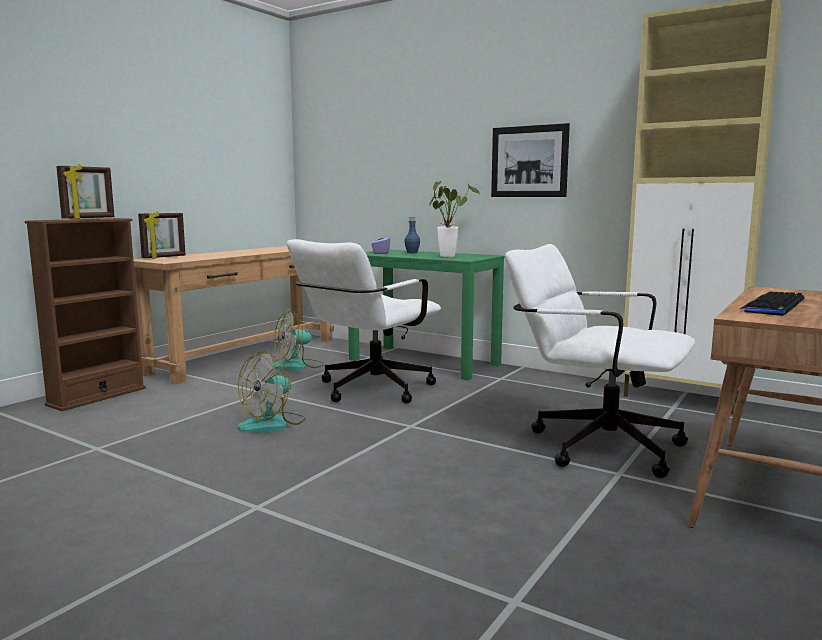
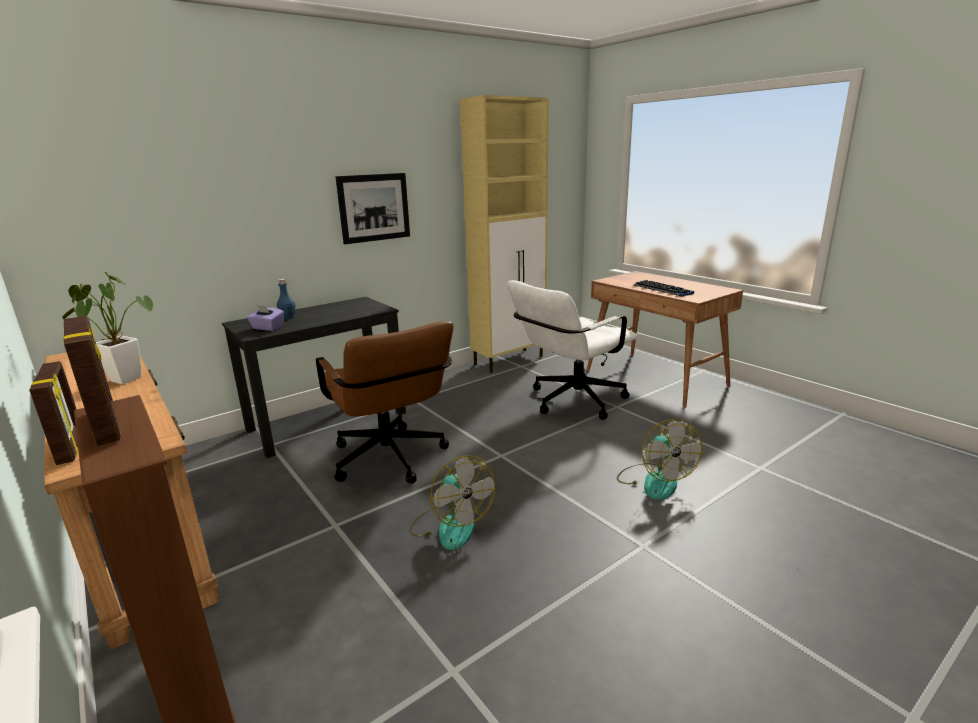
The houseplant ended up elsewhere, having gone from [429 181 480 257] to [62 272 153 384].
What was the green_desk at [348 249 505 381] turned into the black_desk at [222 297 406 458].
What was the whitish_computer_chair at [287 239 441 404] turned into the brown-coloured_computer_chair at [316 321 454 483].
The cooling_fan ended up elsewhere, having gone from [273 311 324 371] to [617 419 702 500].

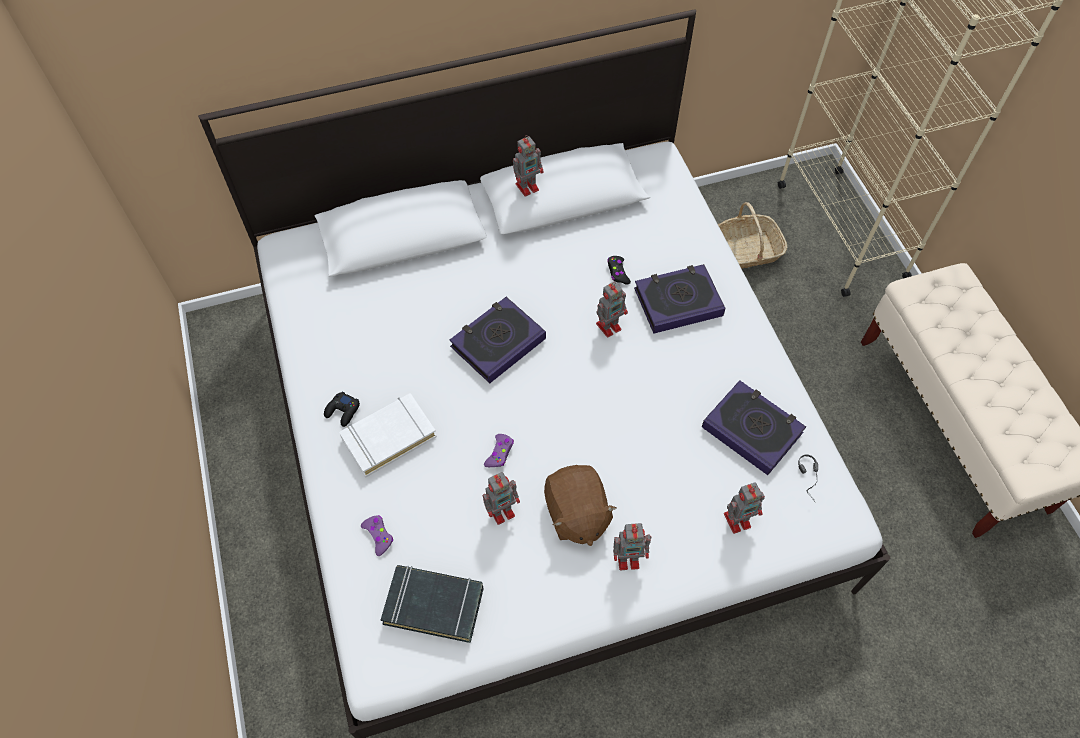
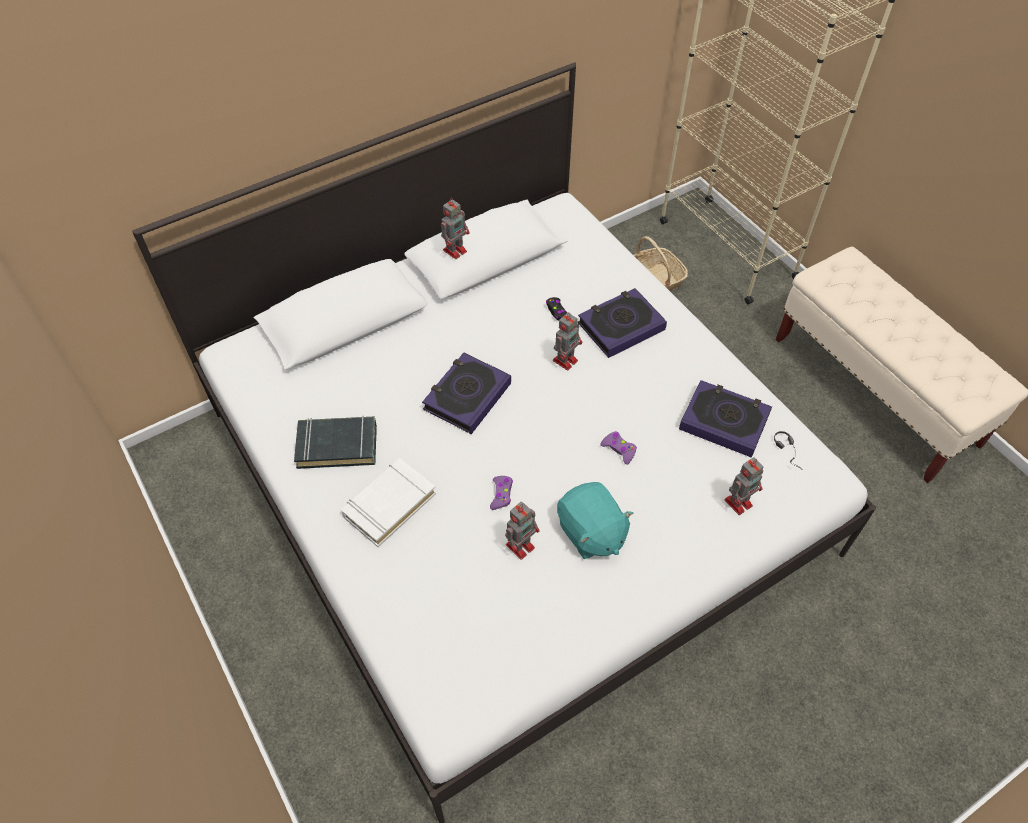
The black_volume ended up elsewhere, having gone from [381 565 483 643] to [294 416 377 469].
What was the brown-coloured_soft_toy at [544 465 617 546] turned into the turquoise_soft_toy at [557 482 634 559].
The purple-coloured_gamepad ended up elsewhere, having gone from [361 515 393 556] to [601 431 637 465].
The second view lost the black_gamepad at [324 392 360 427].
The second view lost the robot_figure at [613 523 652 570].

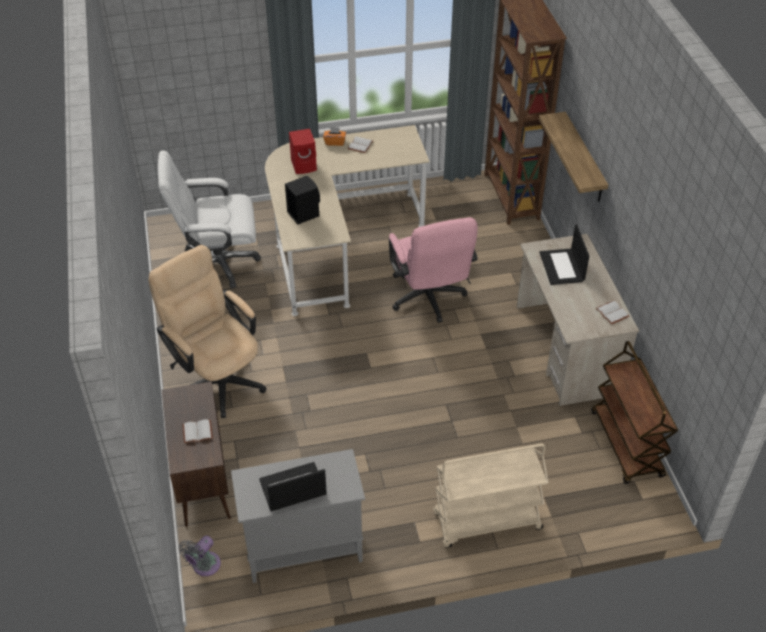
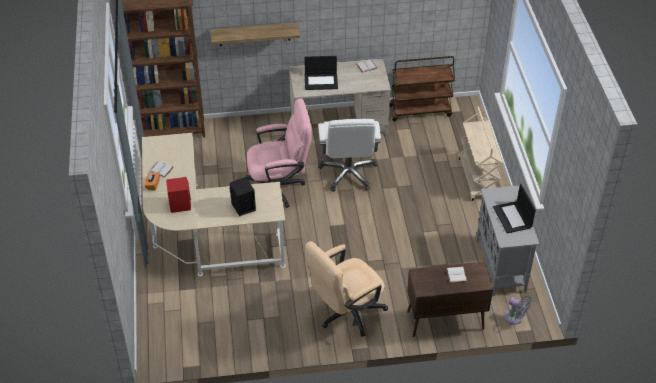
The whitish_computer_chair ended up elsewhere, having gone from [158 151 261 288] to [318 119 381 192].

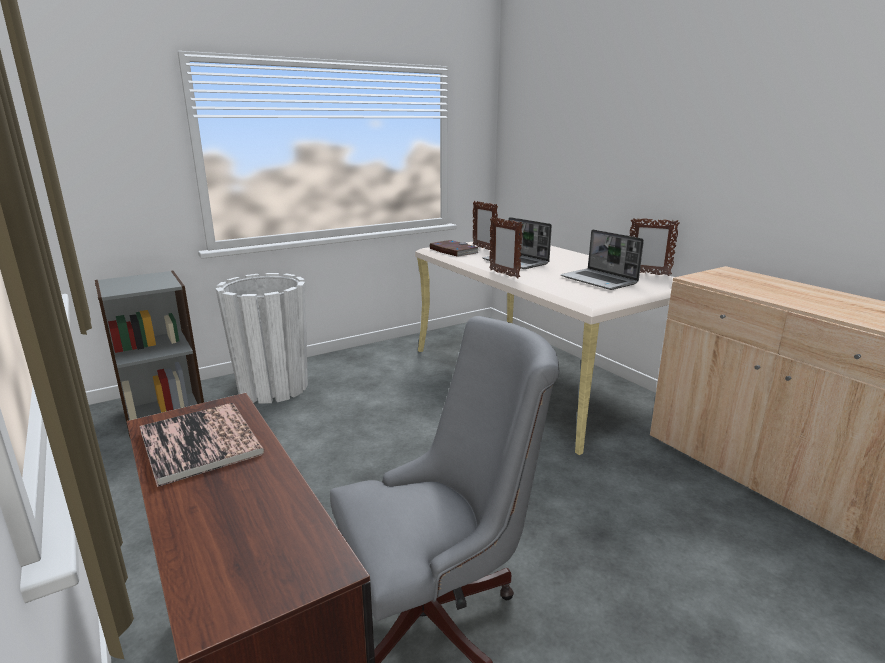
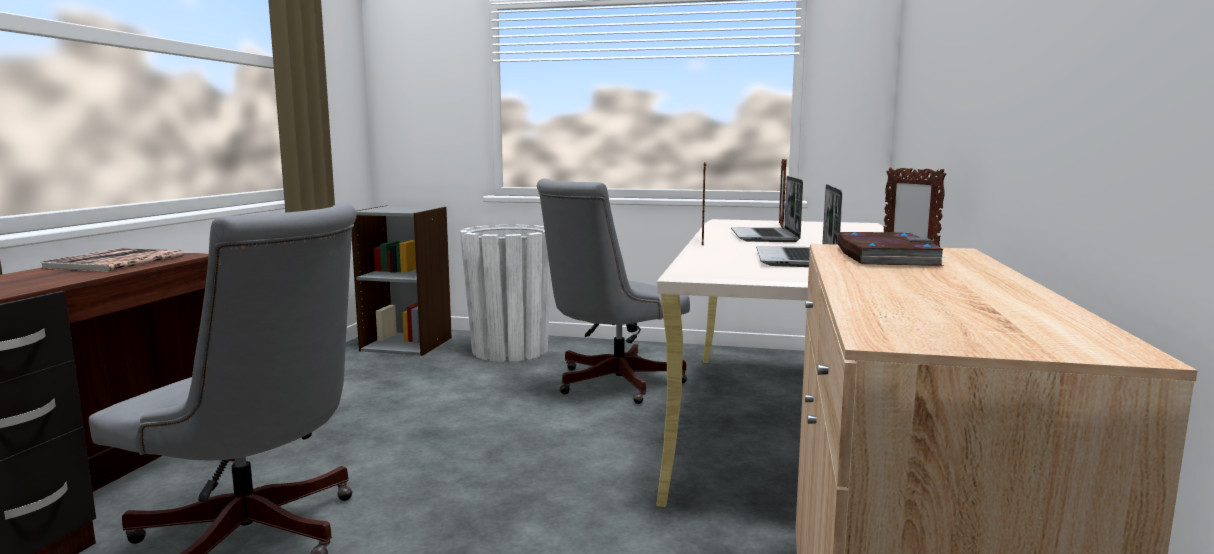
The second view gained the greyish_computer_chair at [537 179 690 404].
The volume ended up elsewhere, having gone from [430 240 478 257] to [837 232 947 266].

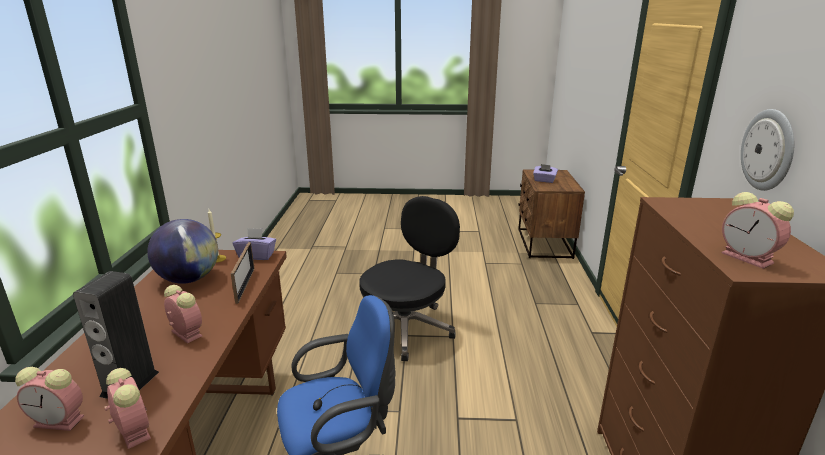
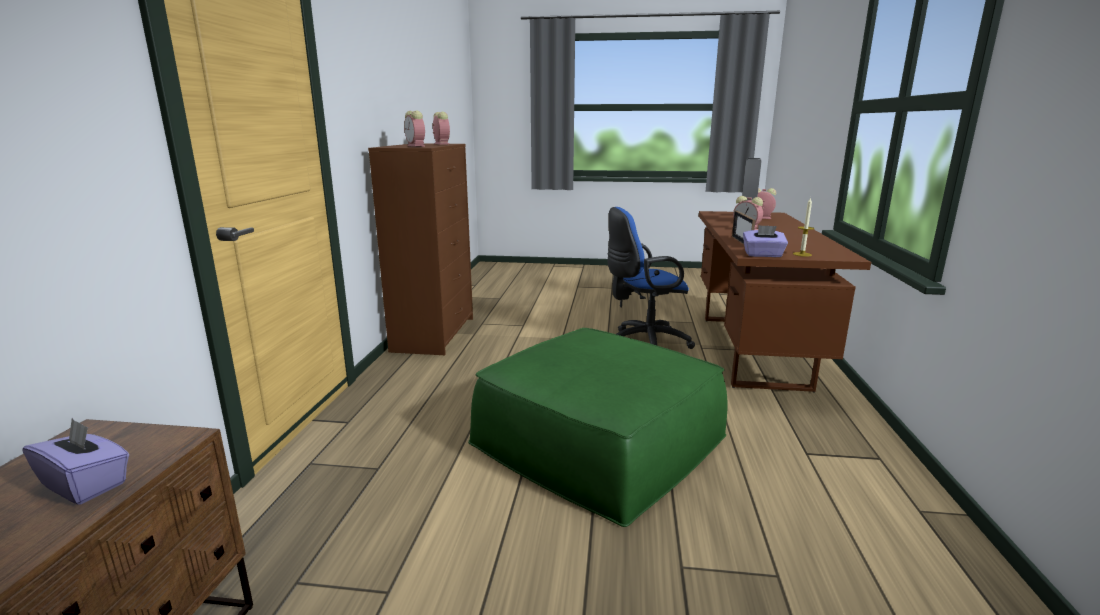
The bedside_clock ended up elsewhere, having gone from [104 368 151 449] to [404 110 425 147].
Where the black_computer_chair stood at [359 196 460 361], the green_ottoman came to stand at [468 328 728 527].
The second view lost the world_globe at [147 219 218 284].
The second view lost the wall_clock at [741 109 794 191].

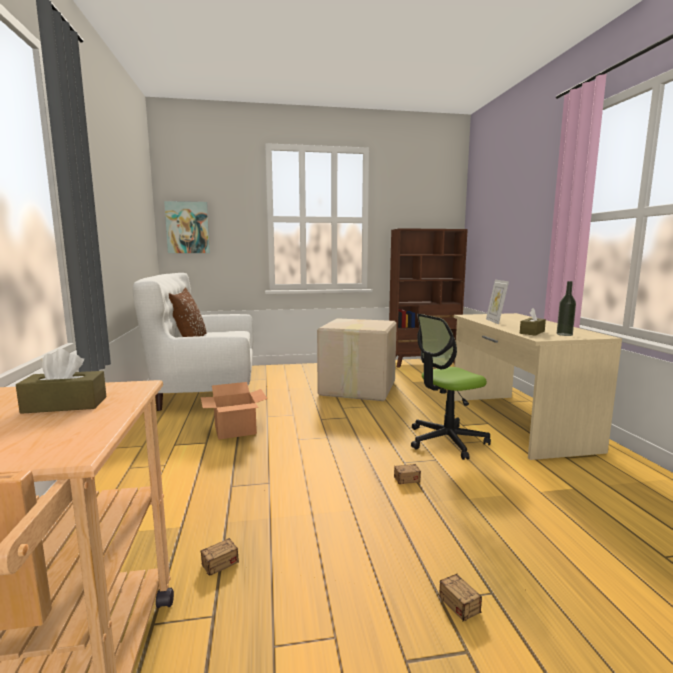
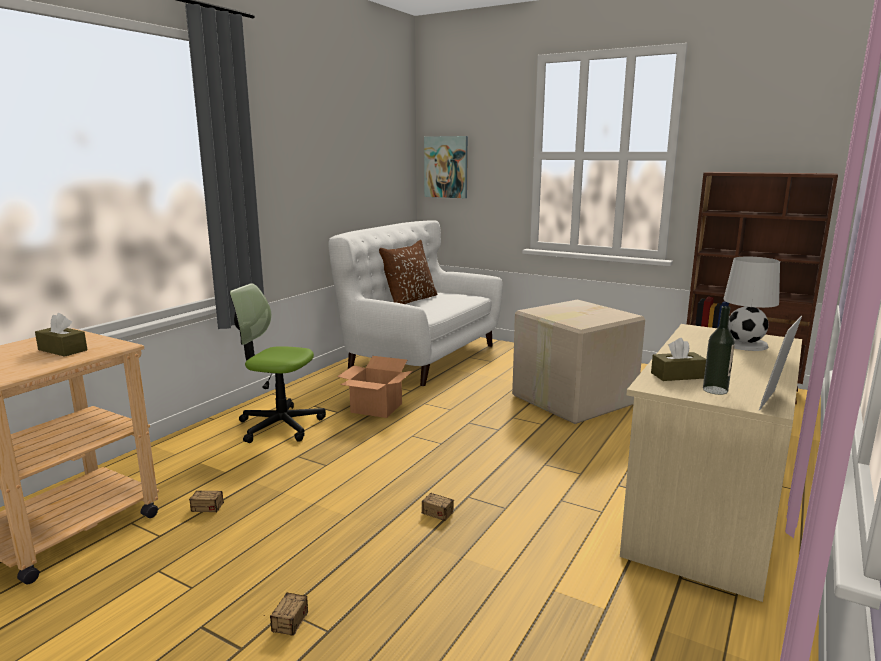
The computer_chair ended up elsewhere, having gone from [411 314 491 460] to [229 283 326 443].
The second view gained the whitish_table_lamp at [723 257 780 351].
The standing_frame ended up elsewhere, having gone from [486 279 509 324] to [759 316 802 411].

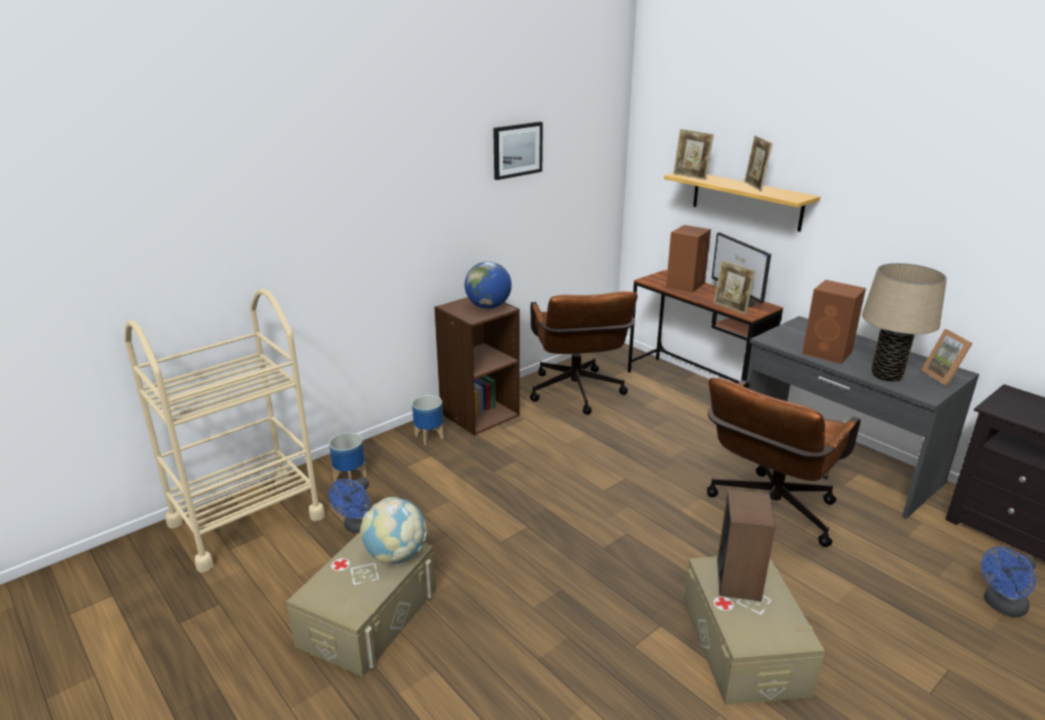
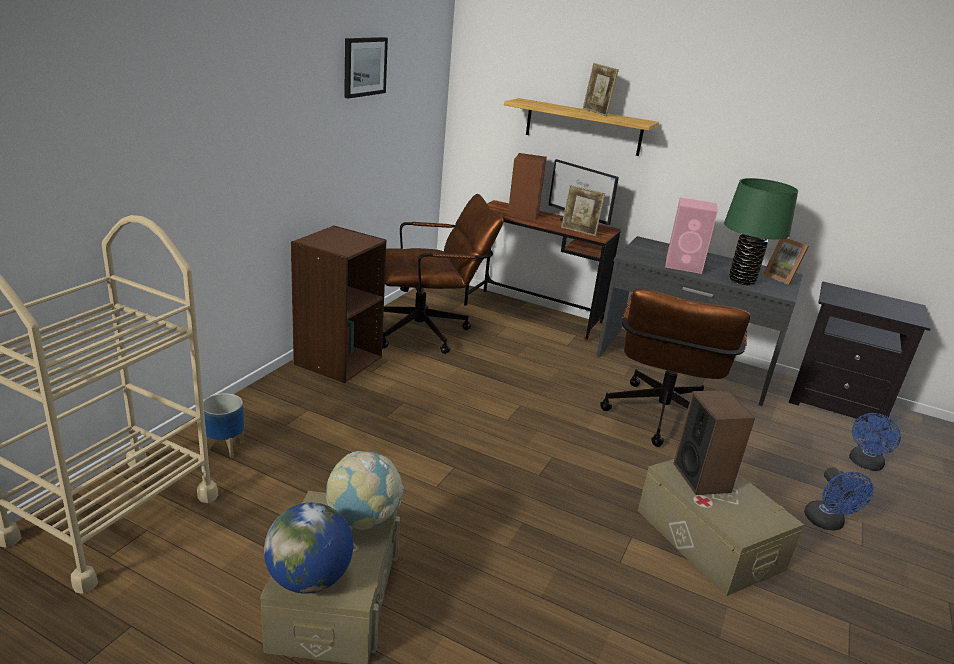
The world_globe ended up elsewhere, having gone from [465 261 512 309] to [264 503 353 594].
The brown-coloured_computer_chair at [530 291 637 415] ended up facing another way, 75 degrees counterclockwise from before.
What was the brown-coloured_loudspeaker at [802 280 866 364] turned into the pinkish_loudspeaker at [665 197 718 274].
What was the sand-coloured_table_lamp at [862 263 947 382] turned into the green_table_lamp at [724 178 798 285].
The blue_cooling_fan ended up elsewhere, having gone from [328 477 370 533] to [804 467 874 530].
The second view lost the planter at [412 395 444 445].
The second view lost the standing_frame at [673 129 714 180].

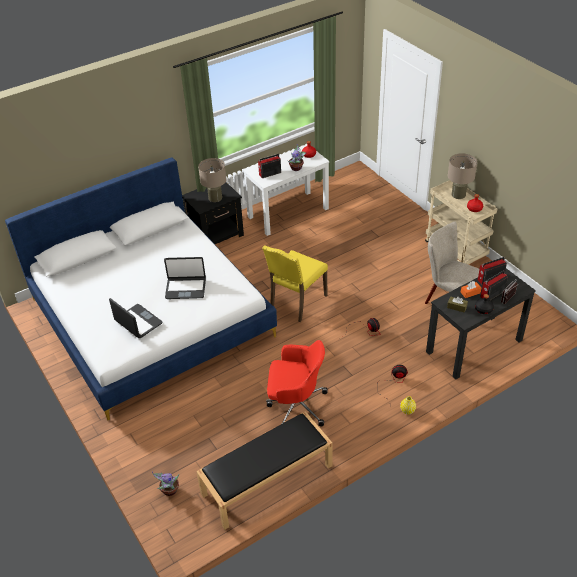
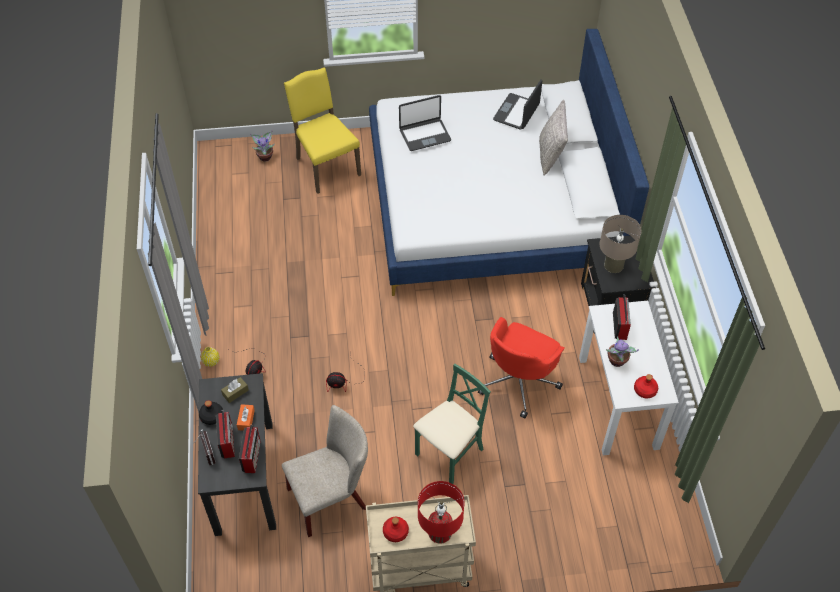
The yellow-coloured_chair ended up elsewhere, having gone from [262 245 328 322] to [284 67 361 194].
The second view gained the green_chair at [413 364 491 484].
What was the sand-coloured_table_lamp at [448 153 477 199] turned into the reddish_table_lamp at [418 481 465 544].
The reddish_computer_chair ended up elsewhere, having gone from [266 340 328 427] to [478 317 565 419].
The portable_computer ended up elsewhere, having gone from [164 257 206 299] to [493 79 542 130].
The second view gained the greyish_throw_pillow at [539 100 568 176].
The second view lost the black_bench at [196 411 333 530].

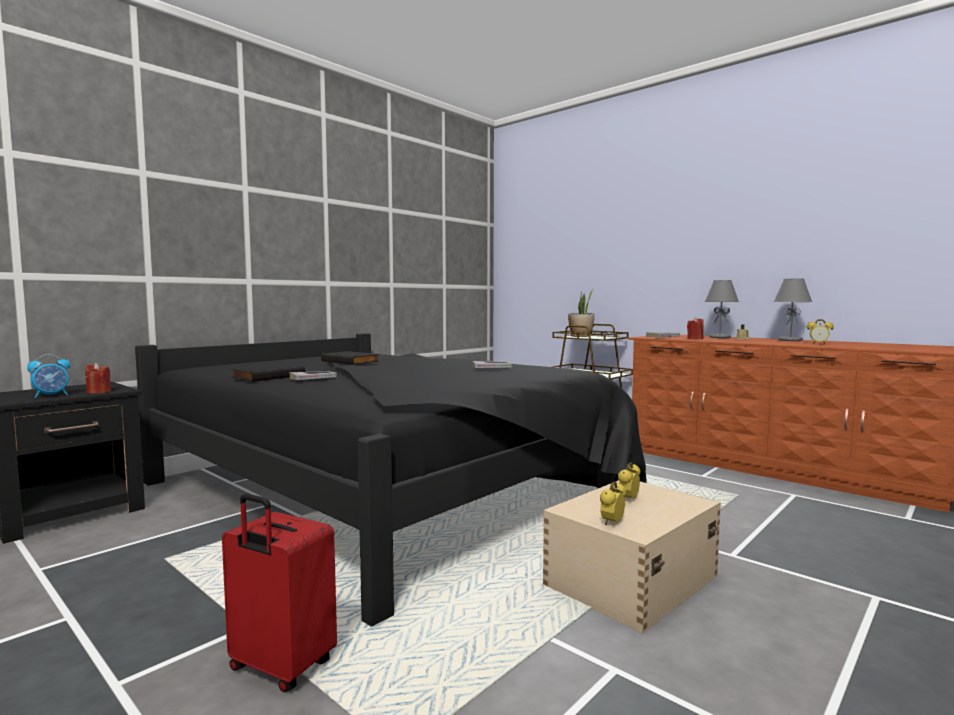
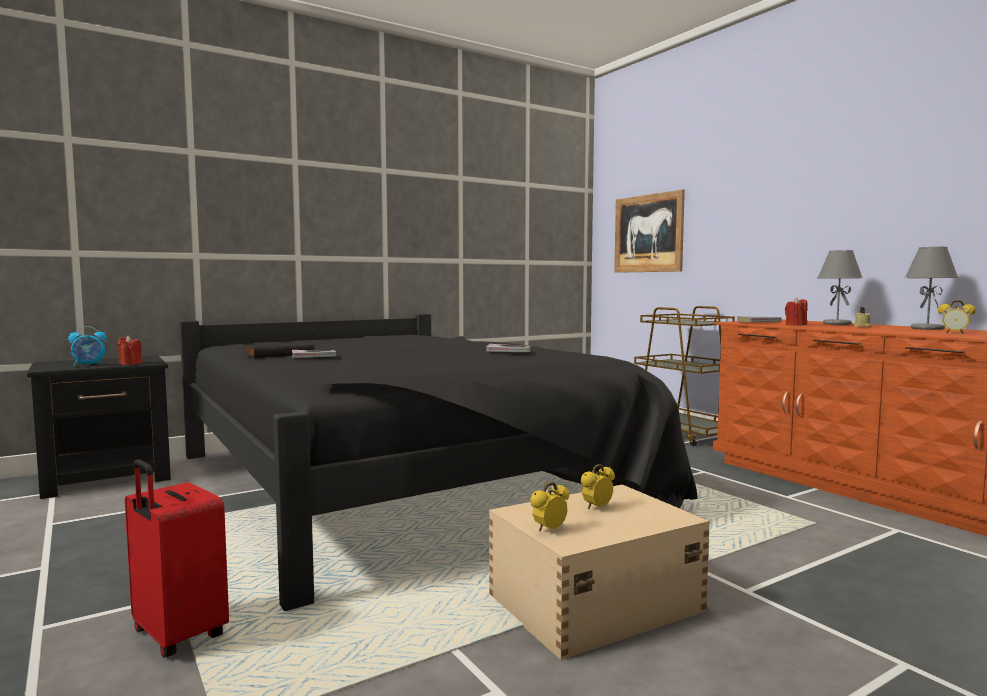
The second view gained the wall_picture at [614 189 685 273].
The second view lost the black_volume at [321 351 379 365].
The second view lost the houseplant at [568 289 594 337].

